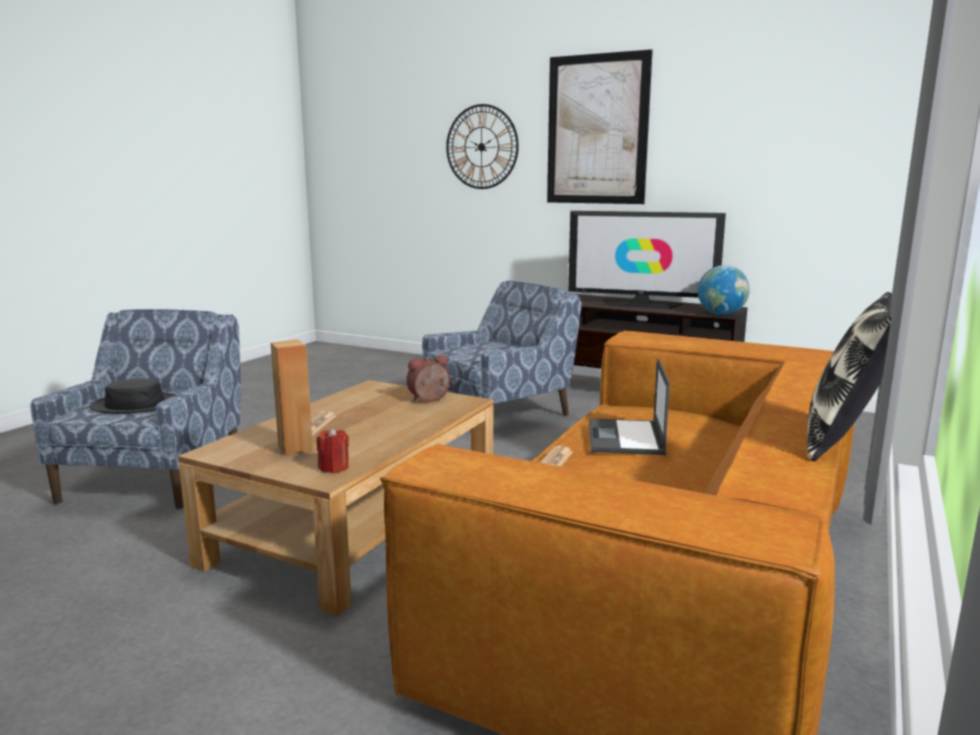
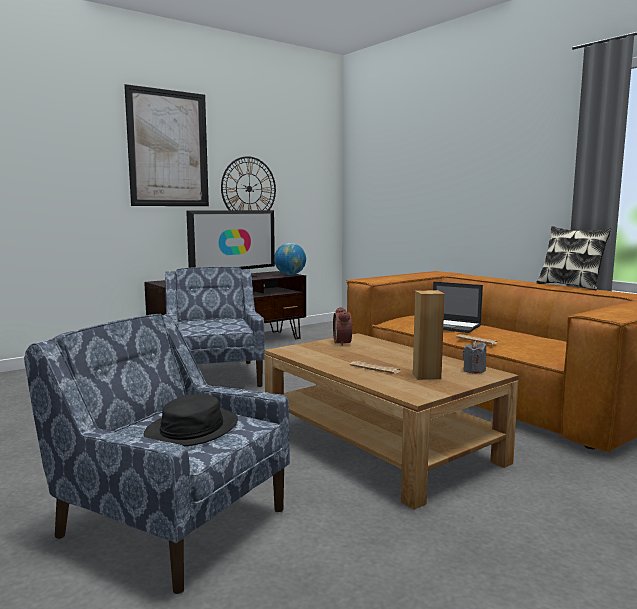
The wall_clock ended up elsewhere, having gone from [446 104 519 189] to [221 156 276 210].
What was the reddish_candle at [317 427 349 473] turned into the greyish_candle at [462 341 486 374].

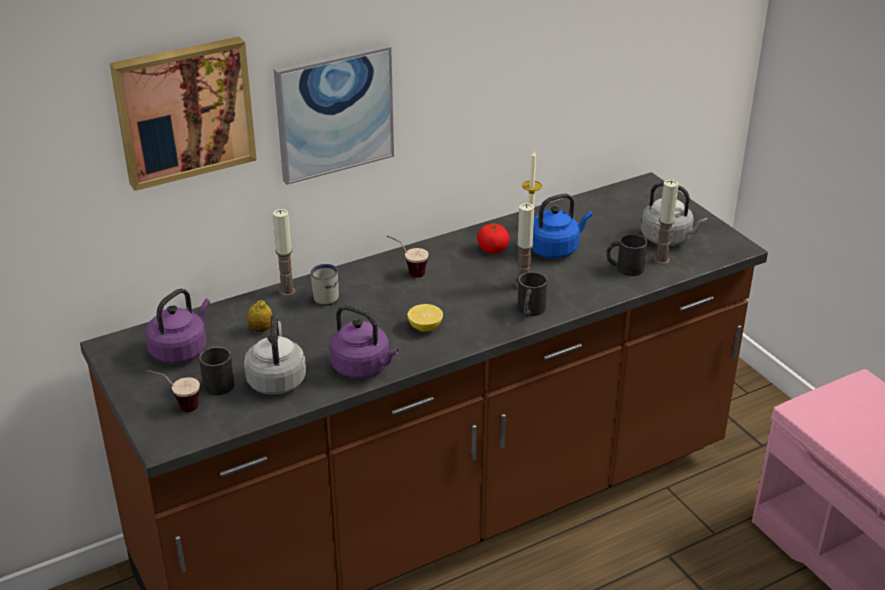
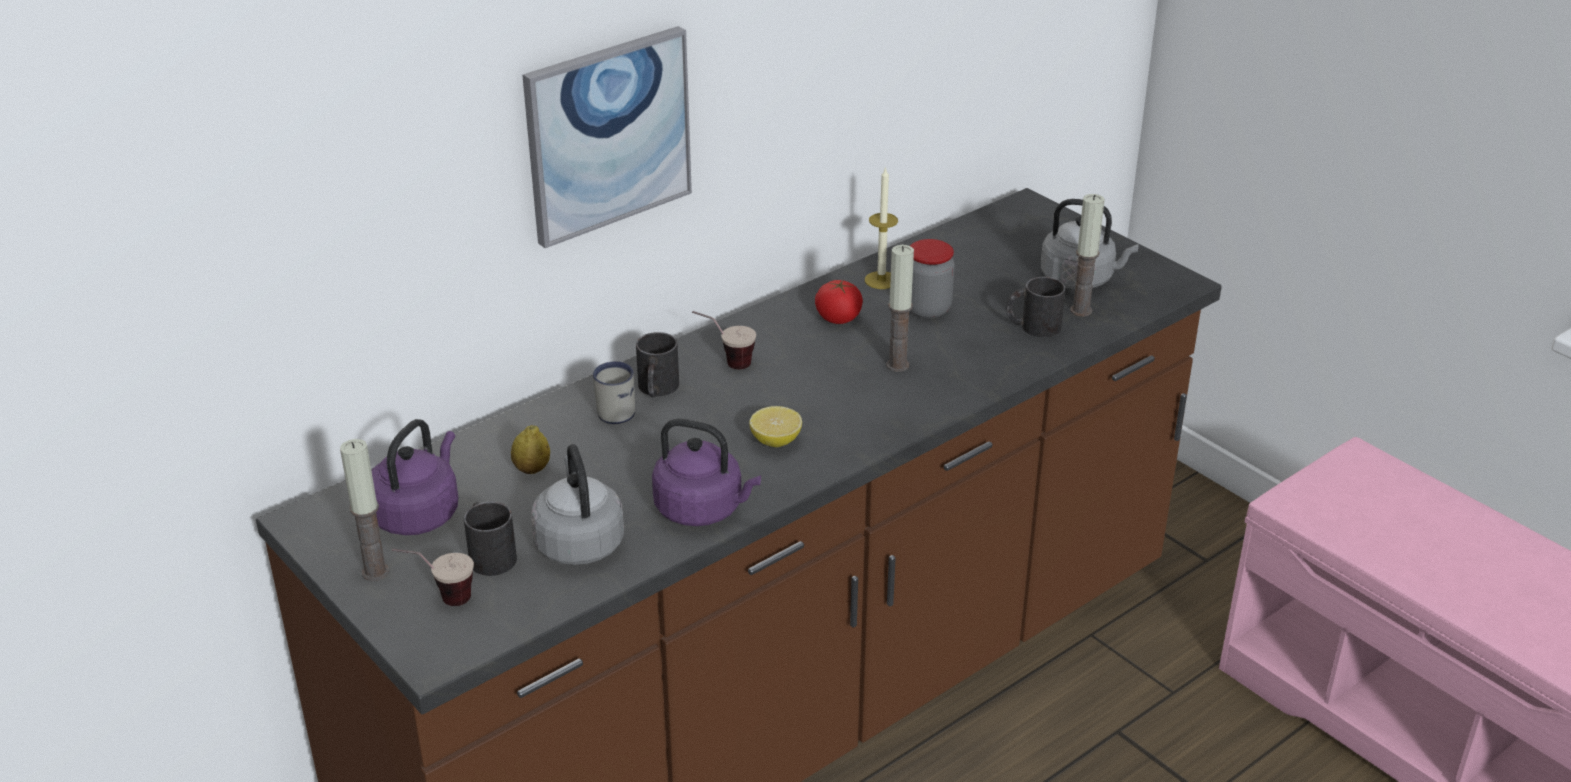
The candle ended up elsewhere, having gone from [273 209 295 296] to [340 439 390 581].
The black_tea_mug ended up elsewhere, having gone from [517 272 547 317] to [636 332 679 397].
Where the blue_kettle stood at [531 194 592 258], the preserve_jar came to stand at [910 239 955 318].
The second view lost the wall_picture at [110 37 257 191].

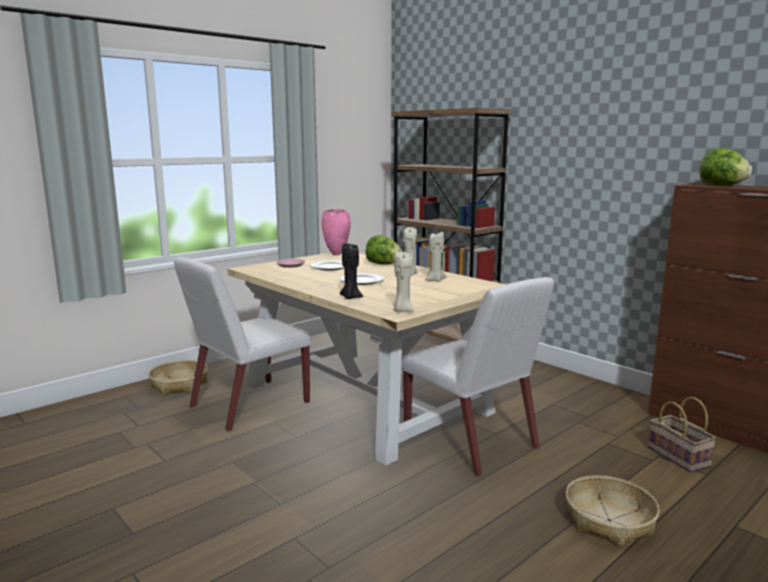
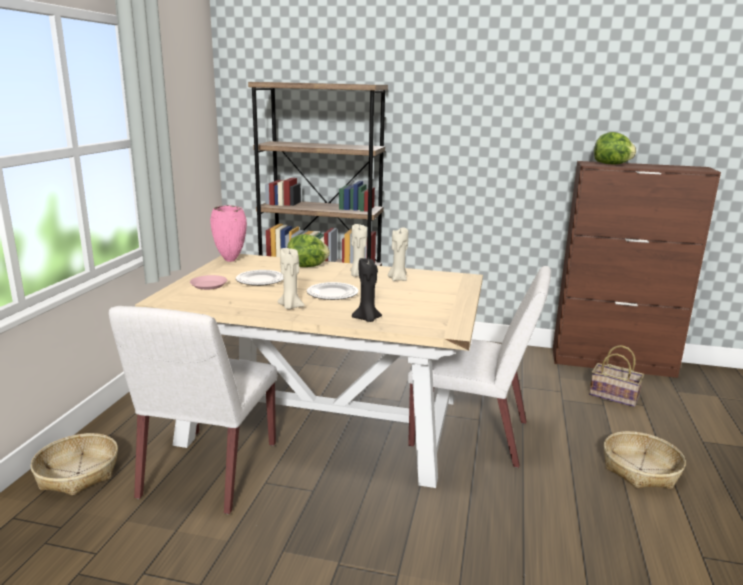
The sand-coloured_candle ended up elsewhere, having gone from [394 251 414 312] to [278 248 305 309].

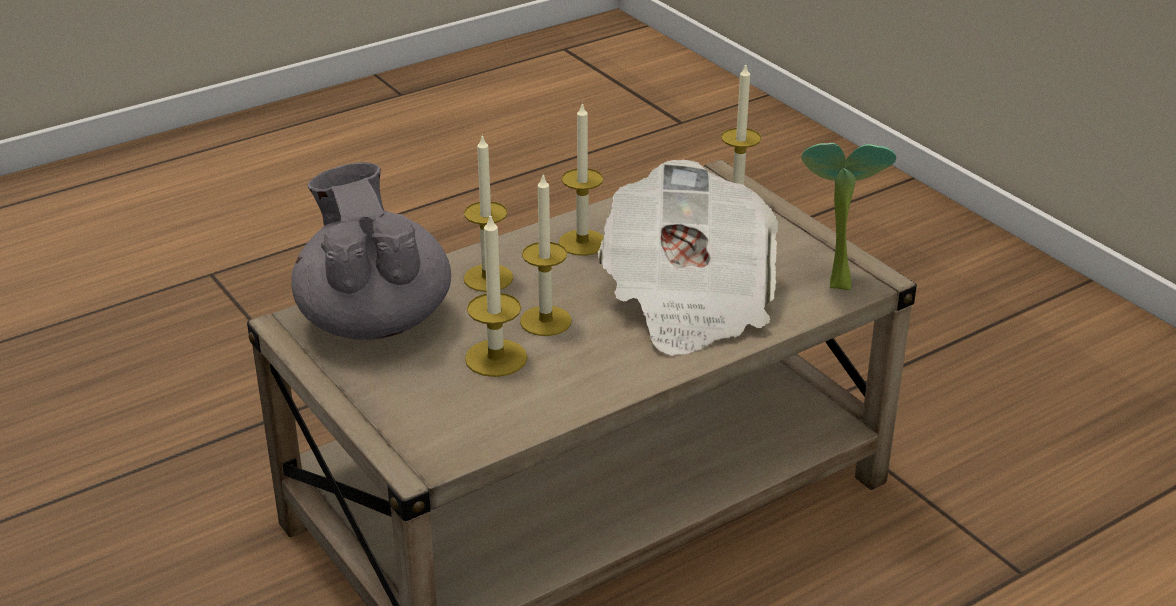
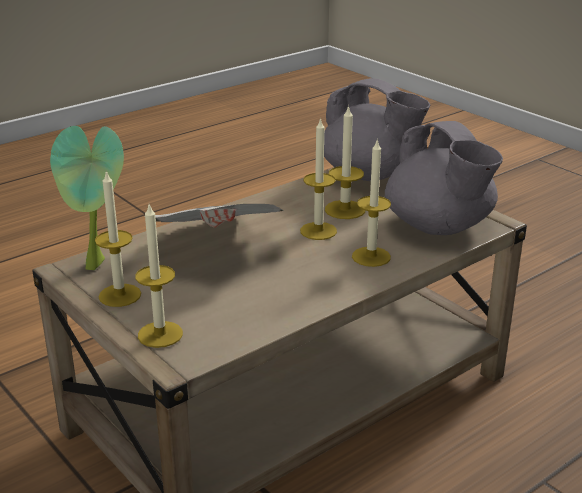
The candle ended up elsewhere, having gone from [559 102 604 256] to [95 170 141 307].
The second view gained the greyish_teapot at [324 78 430 181].

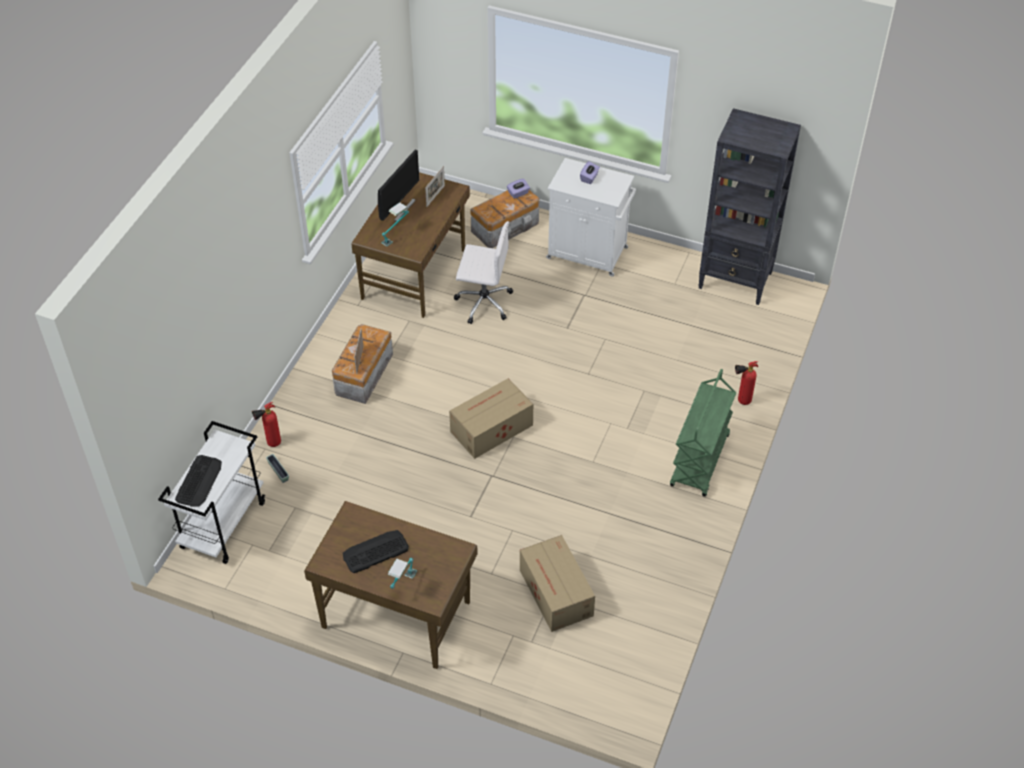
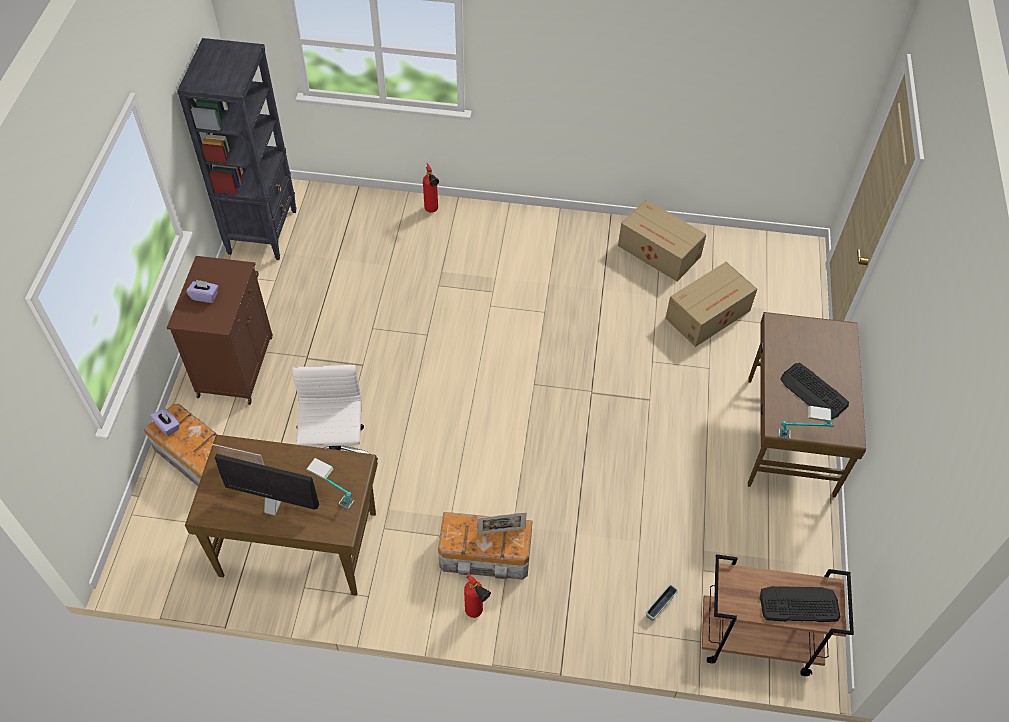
What was the whitish_cupboard at [546 158 636 277] turned into the brown-coloured_cupboard at [167 256 273 405].
The fire_extinguisher ended up elsewhere, having gone from [252 402 281 447] to [464 573 491 618].
The cardboard_box ended up elsewhere, having gone from [449 378 533 459] to [618 200 707 281].
What was the whitish_wheeled_cart at [158 421 265 564] turned into the brown-coloured_wheeled_cart at [702 554 854 676].
The table_lamp ended up elsewhere, having gone from [388 558 417 589] to [779 406 834 439].
The second view lost the green_wheeled_cart at [670 369 736 497].

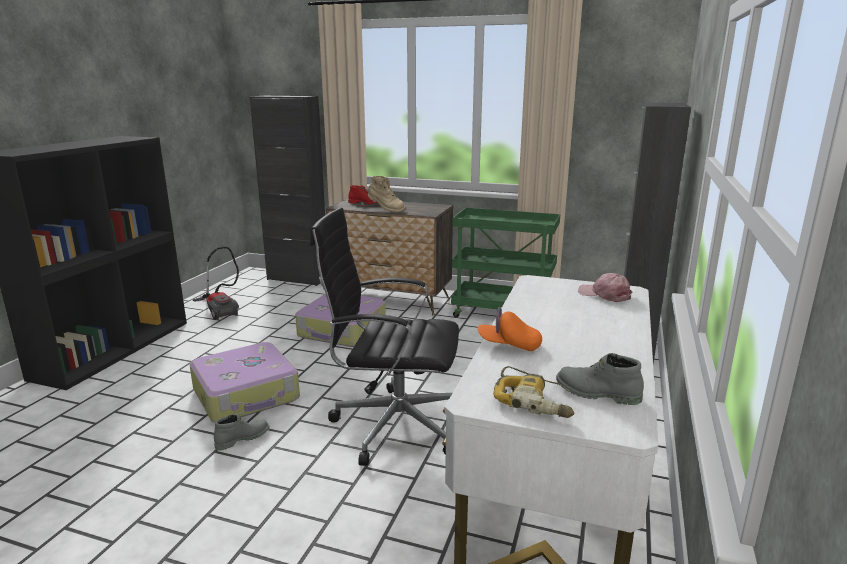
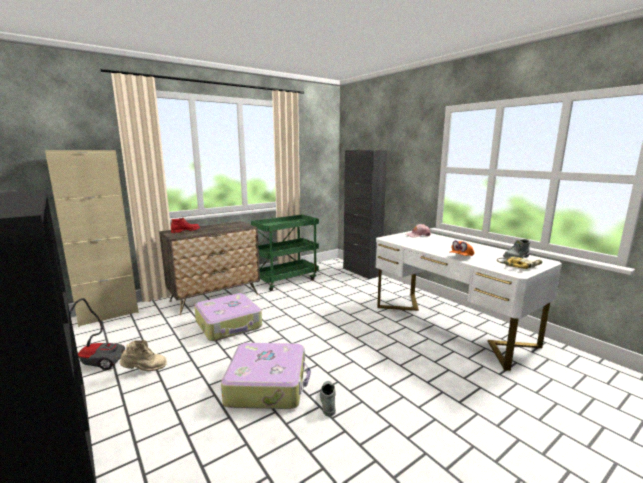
What was the black_cupboard at [250 96 325 286] turned into the sand-coloured_cupboard at [45 150 139 327].
The sand-coloured_boot ended up elsewhere, having gone from [368 176 405 212] to [119 340 167 372].
The second view lost the black_computer_chair at [310 207 459 466].

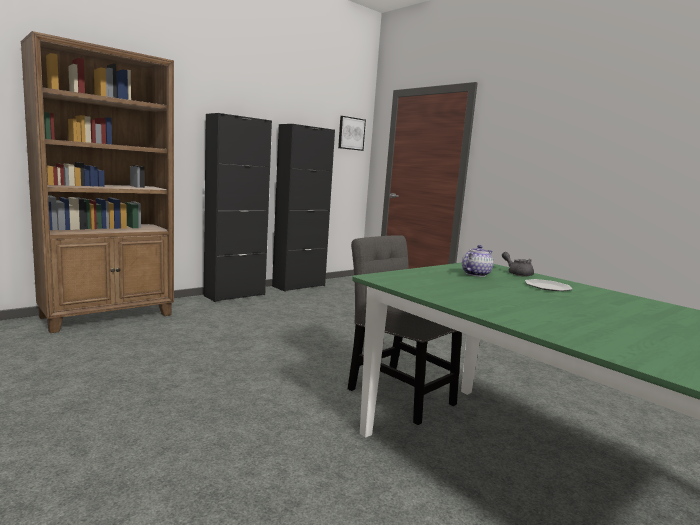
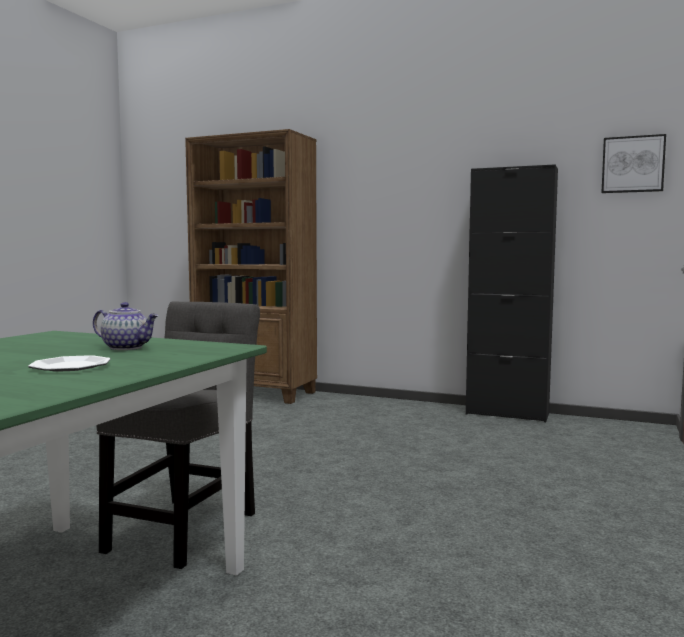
The second view lost the black_cupboard at [204 113 272 302].
The second view lost the greyish_teapot at [502 252 534 277].

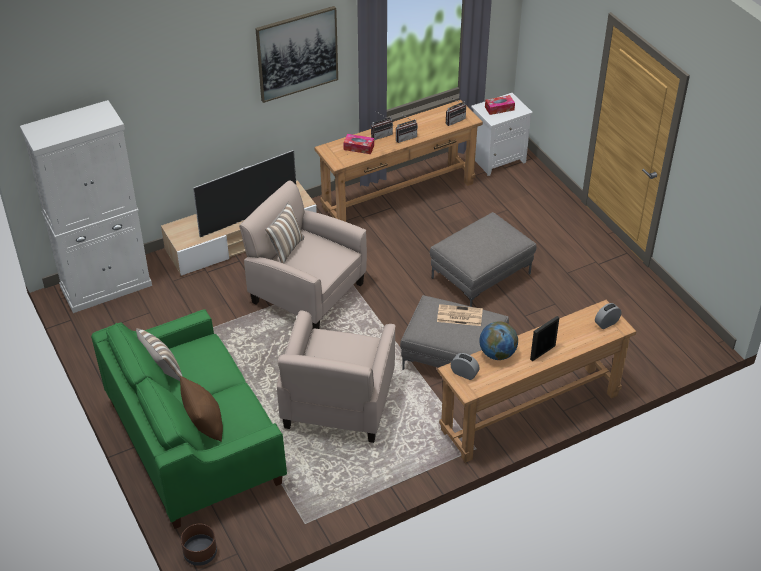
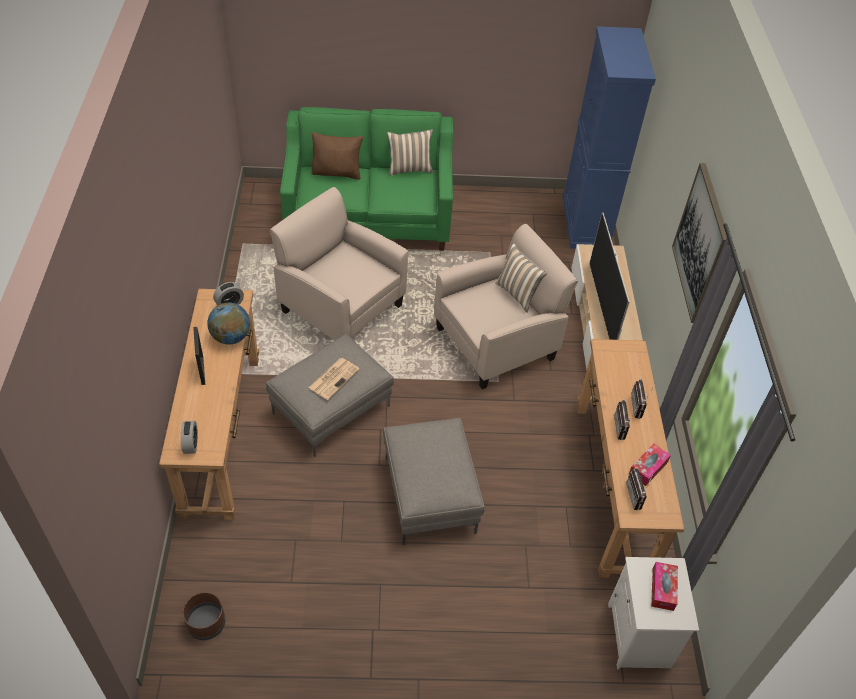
The brown-coloured_planter ended up elsewhere, having gone from [181 524 217 566] to [183 592 225 640].
What was the whitish_cupboard at [20 100 152 313] turned into the blue_cupboard at [563 26 656 249].
The box_of_tissues ended up elsewhere, having gone from [343 134 374 154] to [629 443 671 486].

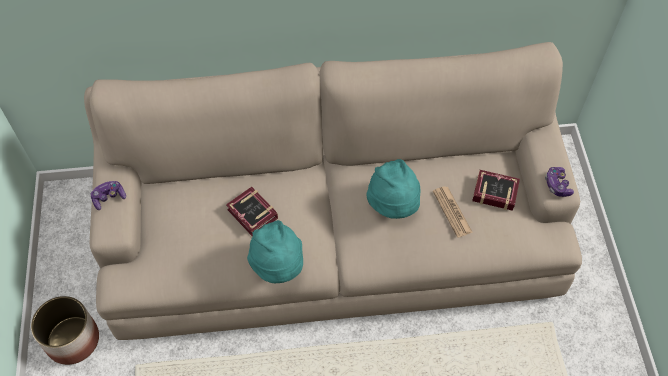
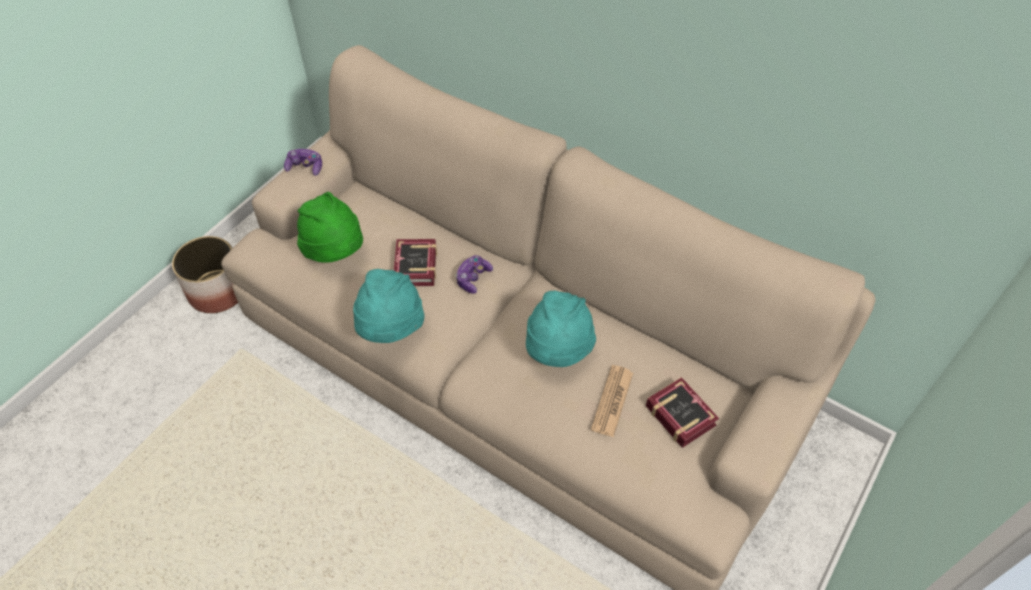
The second view gained the green_clothing_hat at [297 192 363 262].
The gamepad ended up elsewhere, having gone from [545 167 574 197] to [455 255 493 294].

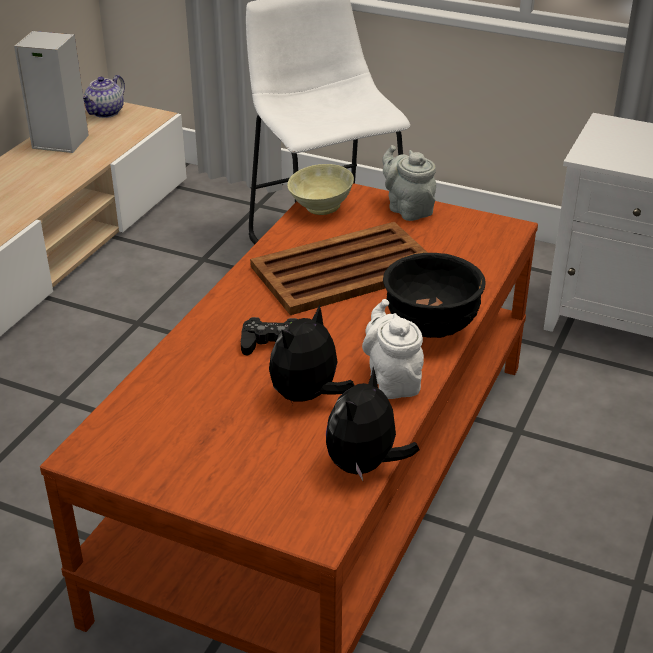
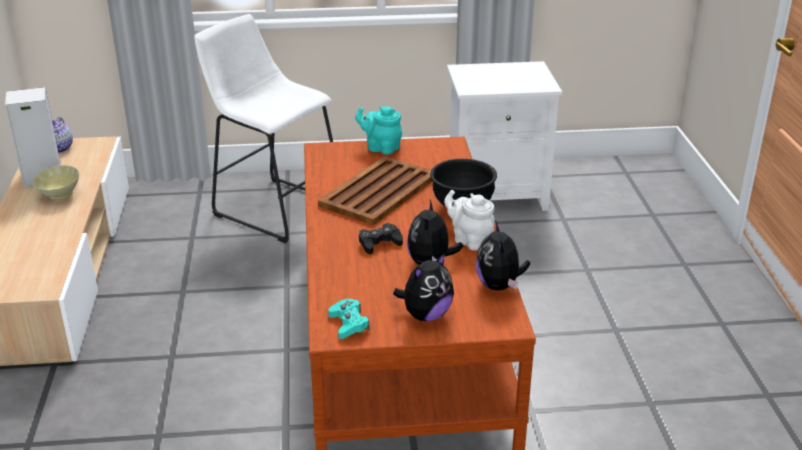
The sand-coloured_serving_bowl ended up elsewhere, having gone from [287 164 354 215] to [33 165 79 200].
The second view gained the turquoise_gamepad at [328 299 369 339].
What was the greyish_teapot at [383 145 436 221] turned into the turquoise_teapot at [355 106 402 155].
The second view gained the soft_toy at [393 253 454 321].

